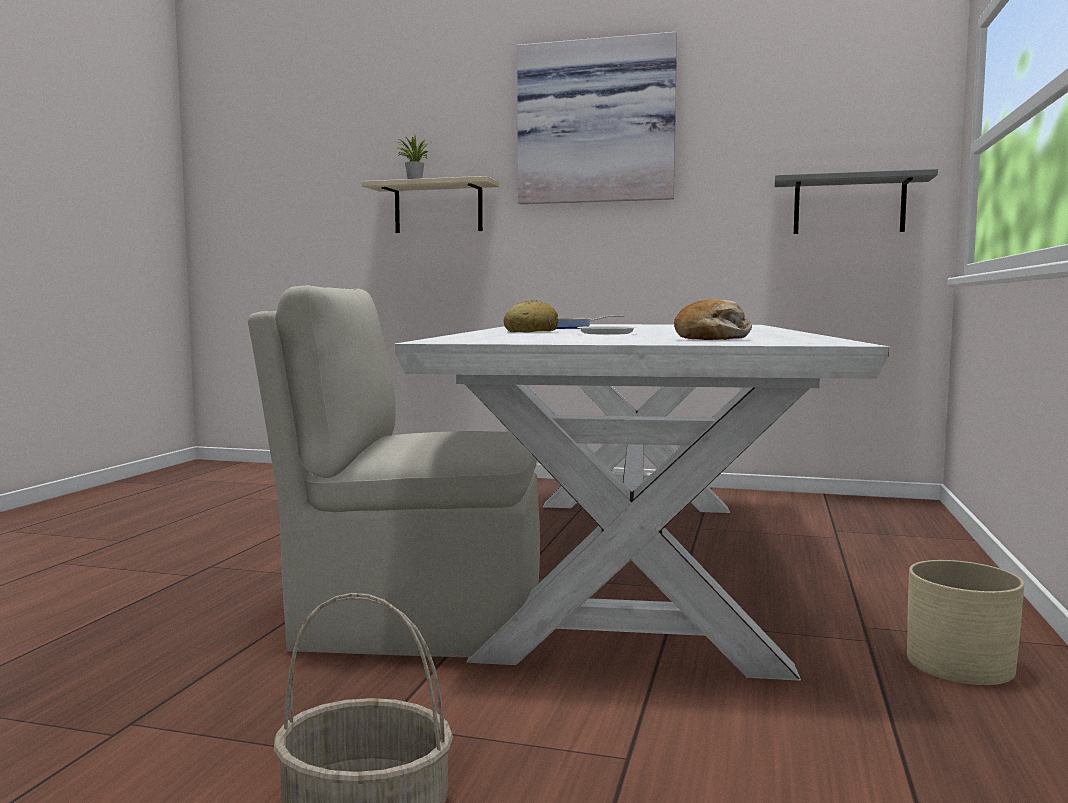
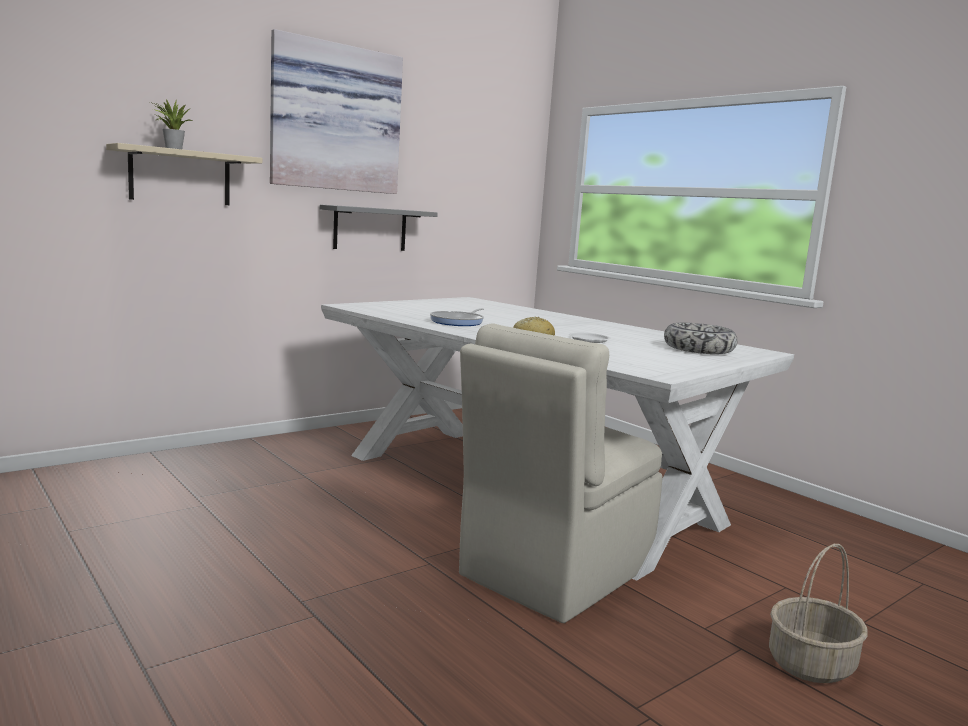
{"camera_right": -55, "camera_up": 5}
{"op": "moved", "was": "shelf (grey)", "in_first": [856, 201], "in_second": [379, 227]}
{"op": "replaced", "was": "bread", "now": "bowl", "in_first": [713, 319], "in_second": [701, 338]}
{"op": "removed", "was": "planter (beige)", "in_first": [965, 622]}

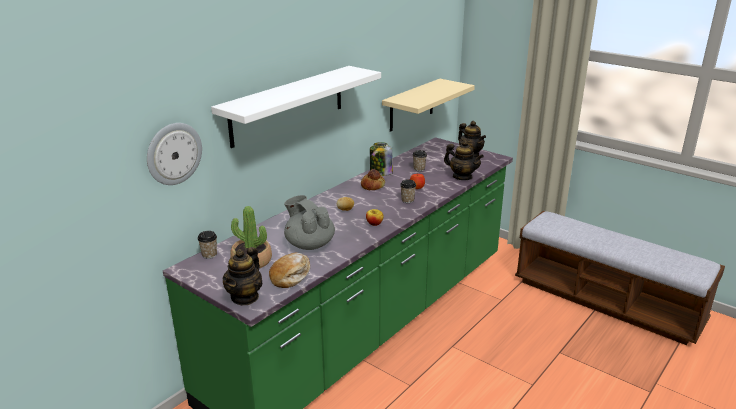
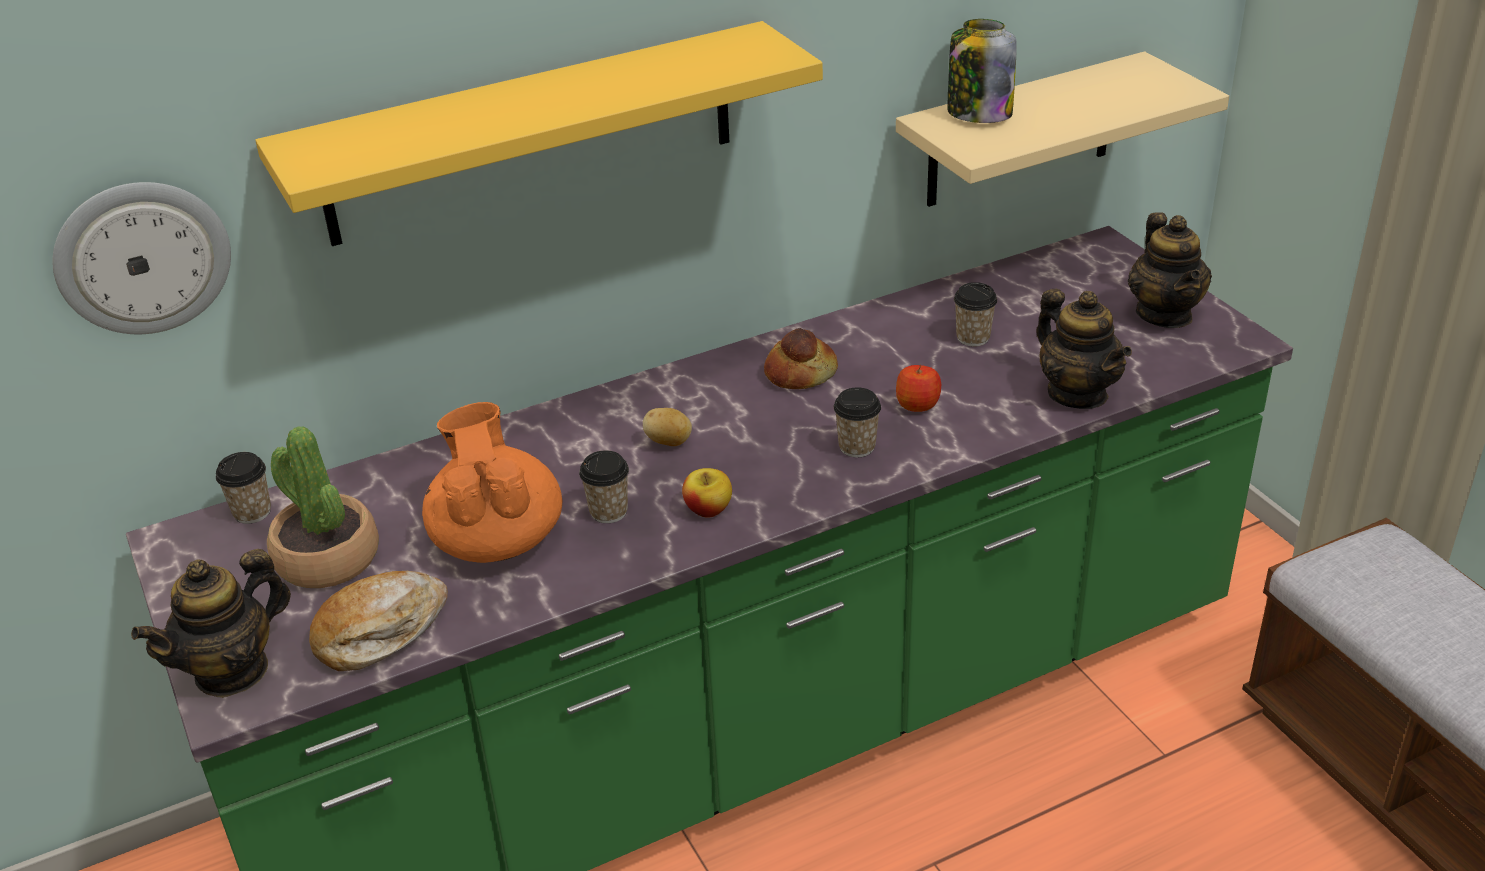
{"camera_right": 25, "camera_up": 10}
{"op": "recoloured", "was": "shelf (white)", "now": "shelf (yellow)", "in_first": [296, 107], "in_second": [539, 133]}
{"op": "recoloured", "was": "teapot (grey)", "now": "teapot (orange)", "in_first": [309, 222], "in_second": [492, 482]}
{"op": "added", "now": "cup", "in_second": [604, 486]}
{"op": "moved", "was": "jar", "in_first": [381, 159], "in_second": [982, 71]}

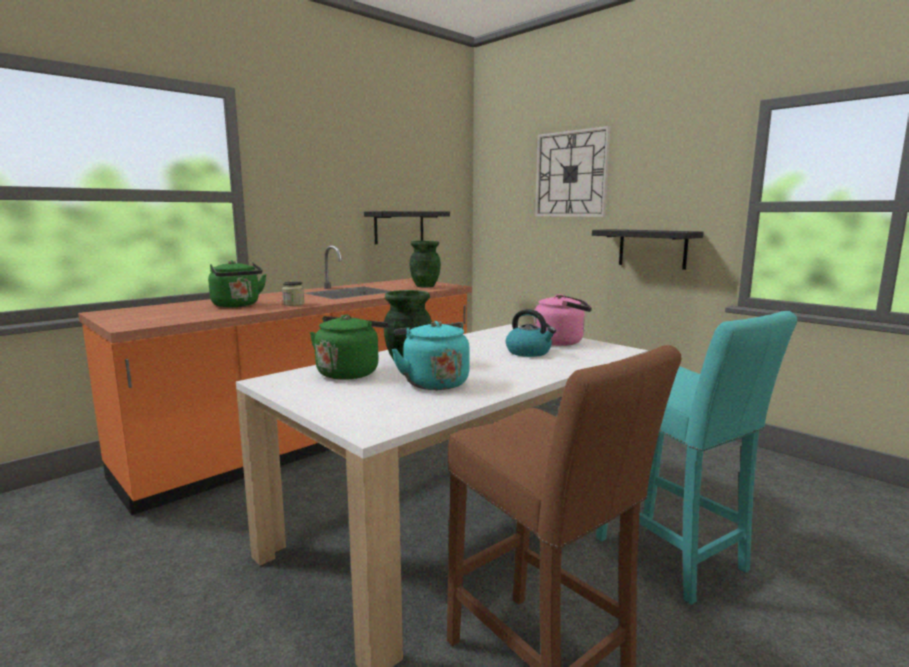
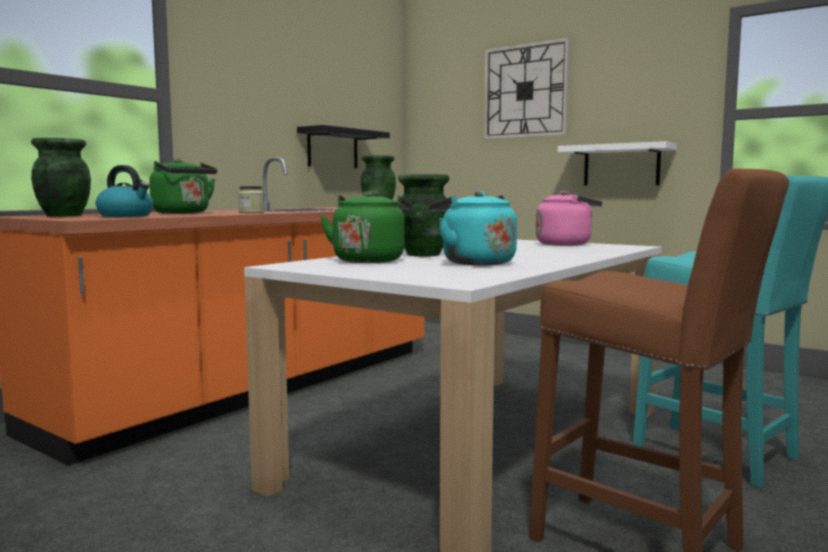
{"camera_right": -10, "camera_up": -5}
{"op": "added", "now": "vase (green)", "in_second": [61, 177]}
{"op": "moved", "was": "kettle", "in_first": [531, 333], "in_second": [124, 191]}
{"op": "recoloured", "was": "shelf (black)", "now": "shelf (white)", "in_first": [648, 249], "in_second": [617, 163]}

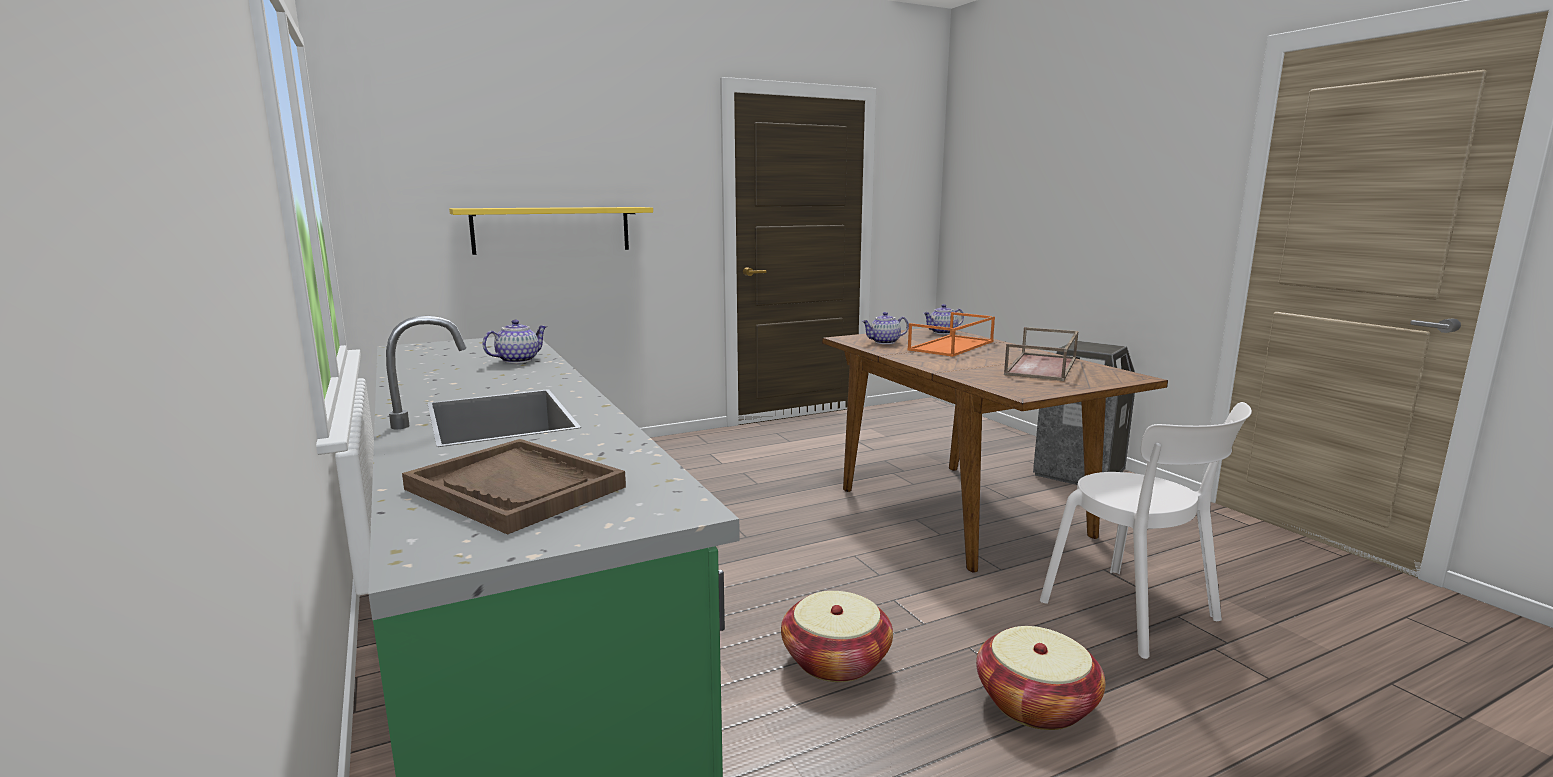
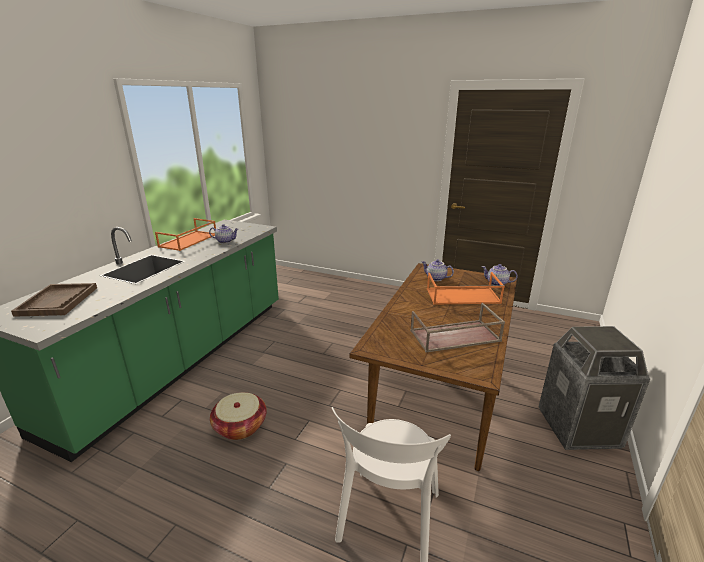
{"camera_right": 50, "camera_up": 10}
{"op": "added", "now": "tray (orange)", "in_second": [185, 234]}
{"op": "removed", "was": "shelf (yellow)", "in_first": [551, 231]}
{"op": "removed", "was": "basket", "in_first": [1041, 678]}

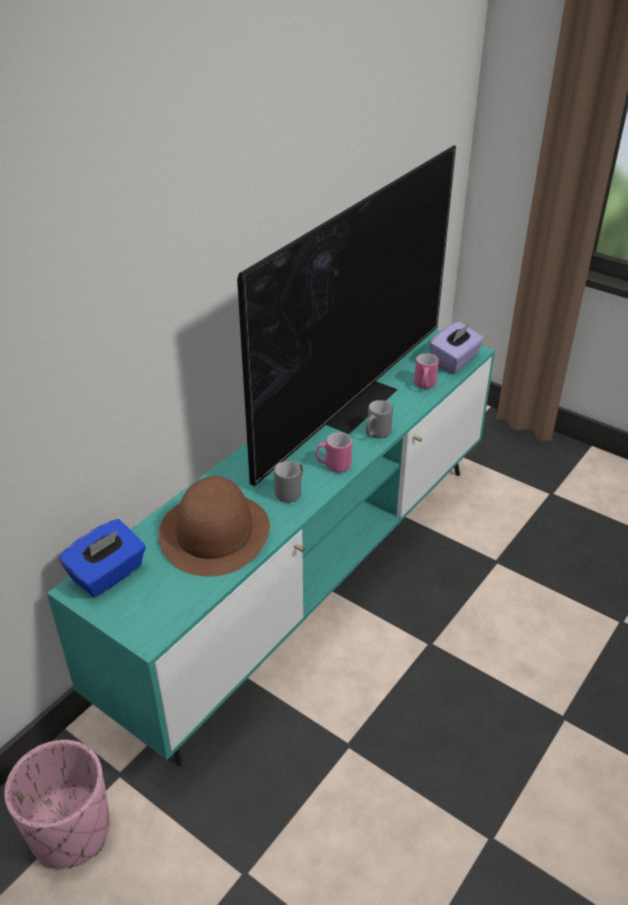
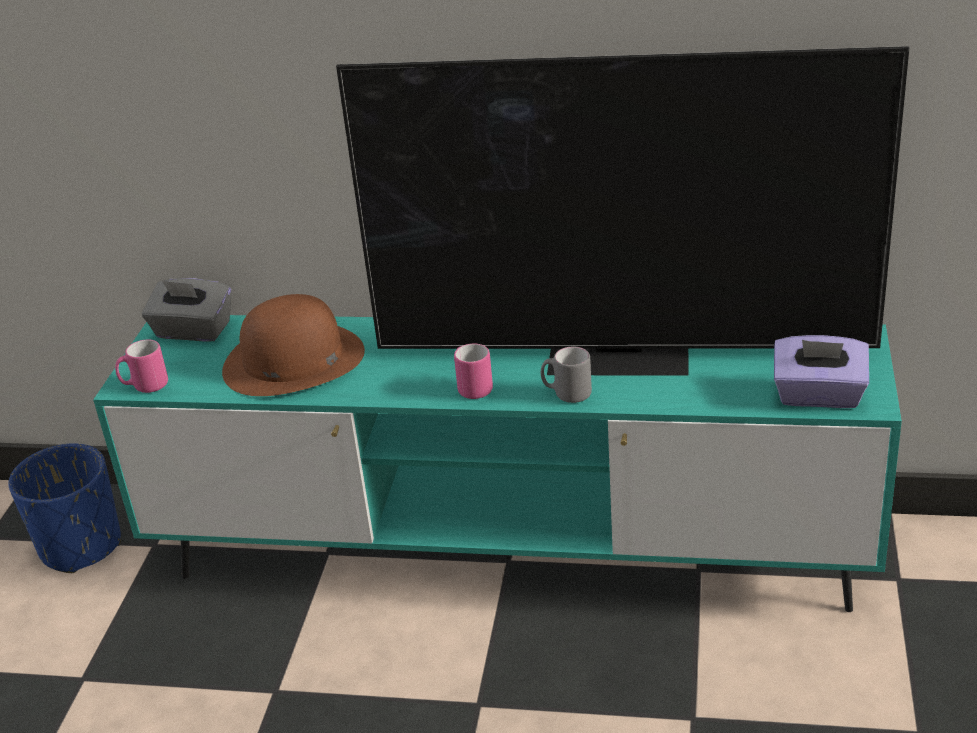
{"camera_right": 65, "camera_up": -5}
{"op": "recoloured", "was": "planter (pink)", "now": "planter (blue)", "in_first": [57, 804], "in_second": [64, 508]}
{"op": "moved", "was": "mug (pink)", "in_first": [426, 371], "in_second": [141, 366]}
{"op": "recoloured", "was": "tissue box (blue)", "now": "tissue box (grey)", "in_first": [102, 558], "in_second": [186, 310]}
{"op": "removed", "was": "mug (grey)", "in_first": [288, 482]}

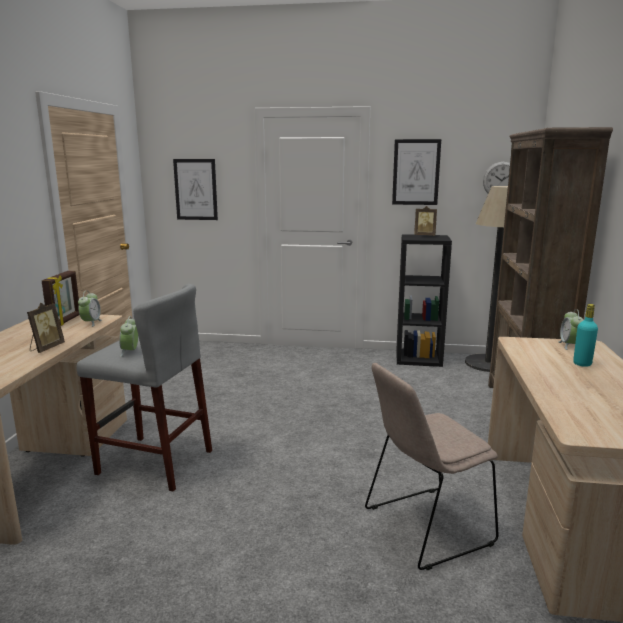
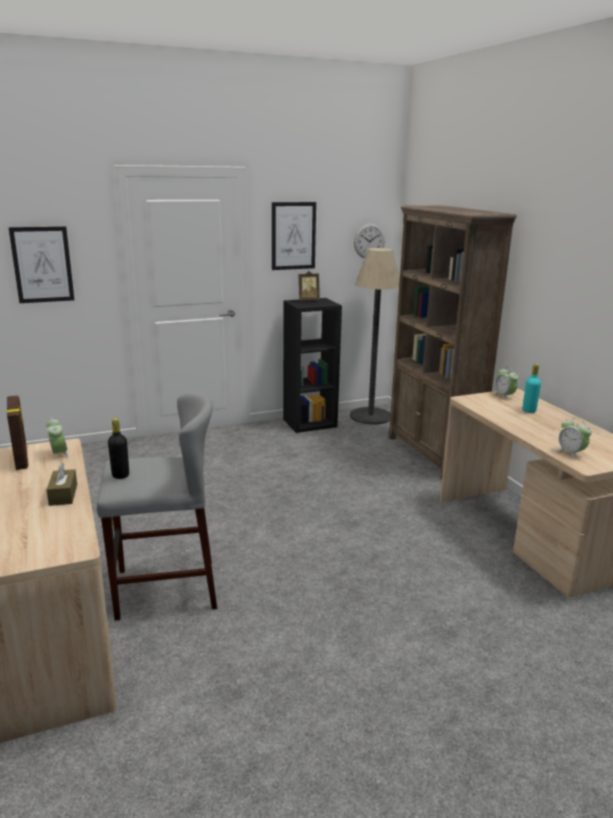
{"camera_right": -30, "camera_up": 5}
{"op": "replaced", "was": "picture frame", "now": "tissue box (brown)", "in_first": [46, 328], "in_second": [62, 484]}
{"op": "added", "now": "bottle (black)", "in_second": [118, 448]}
{"op": "moved", "was": "alarm clock", "in_first": [128, 336], "in_second": [574, 438]}
{"op": "removed", "was": "chair (beige)", "in_first": [432, 466]}

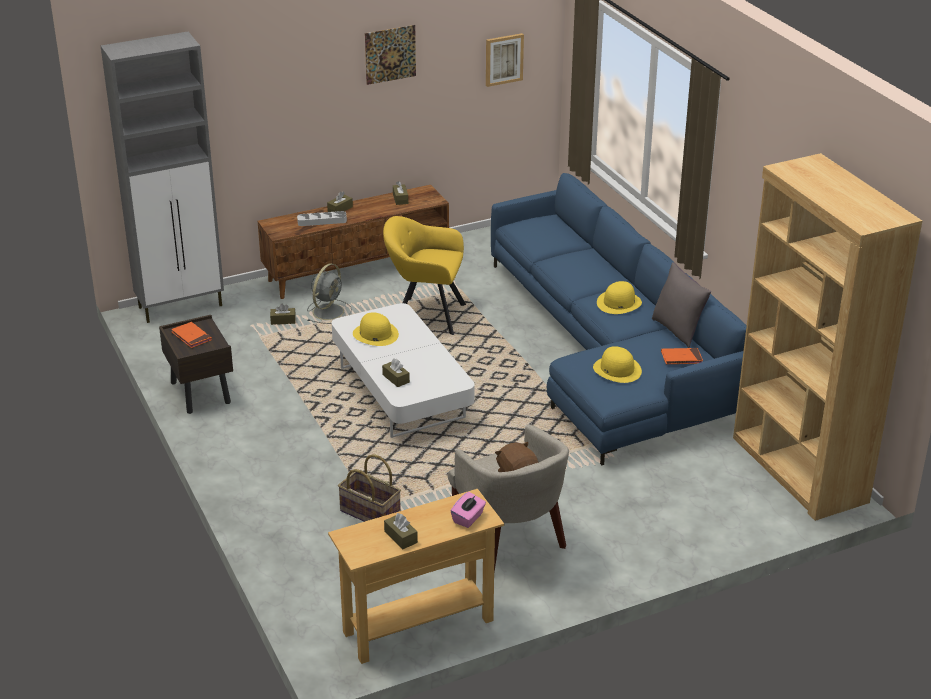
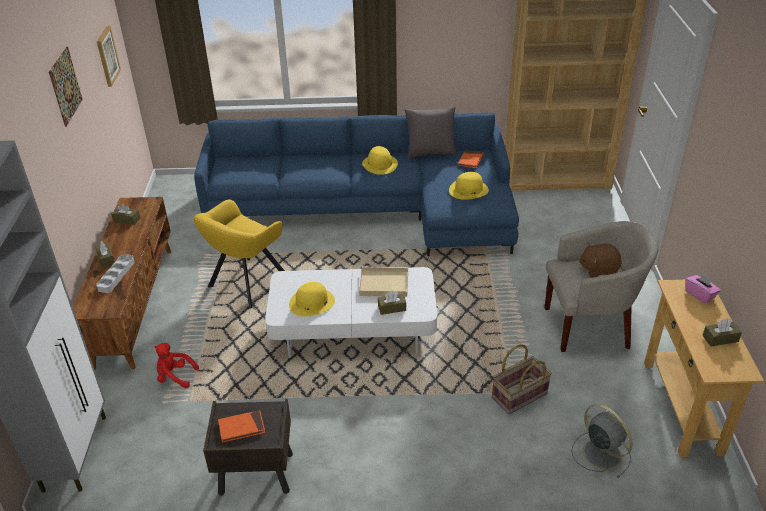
{"camera_right": -65, "camera_up": 5}
{"op": "replaced", "was": "tissue box (brown)", "now": "plush toy (red)", "in_first": [283, 314], "in_second": [177, 366]}
{"op": "added", "now": "tray (beige)", "in_second": [383, 281]}
{"op": "moved", "was": "fan (grey)", "in_first": [329, 293], "in_second": [602, 441]}

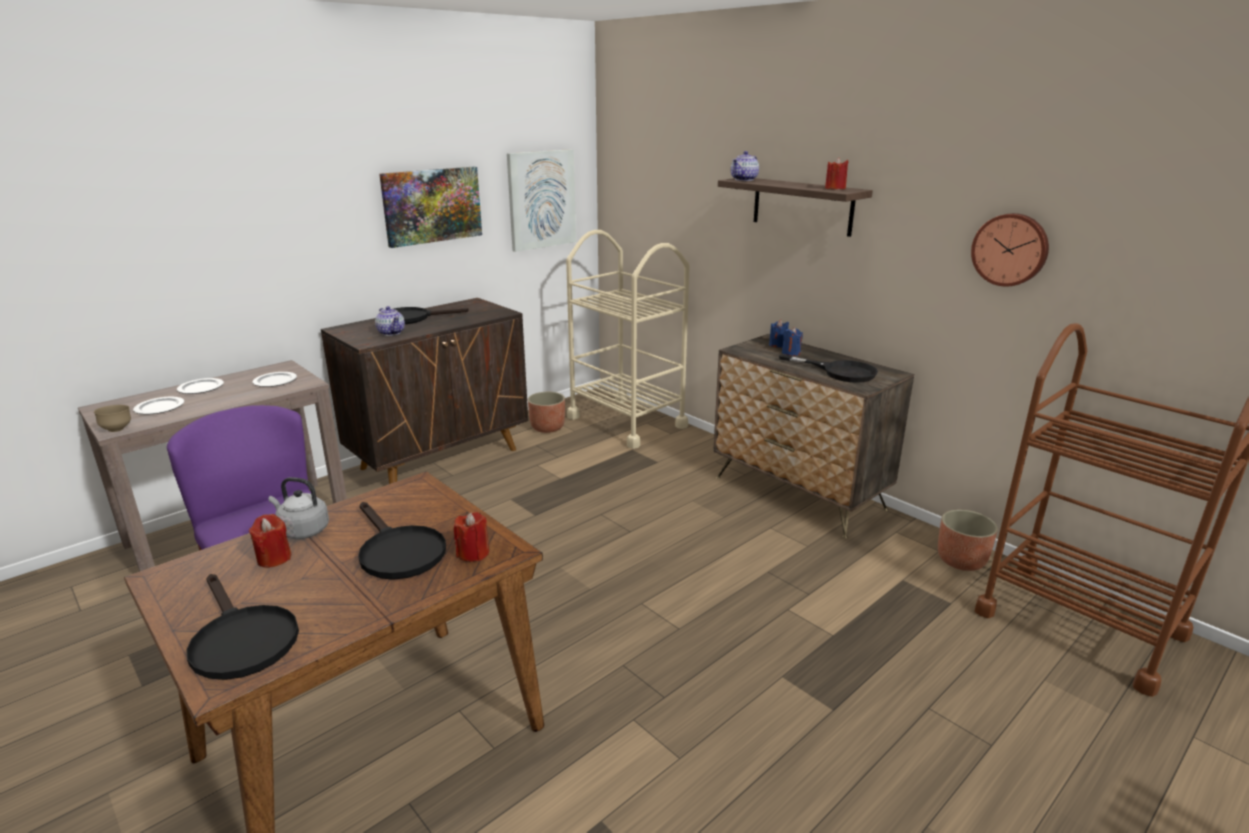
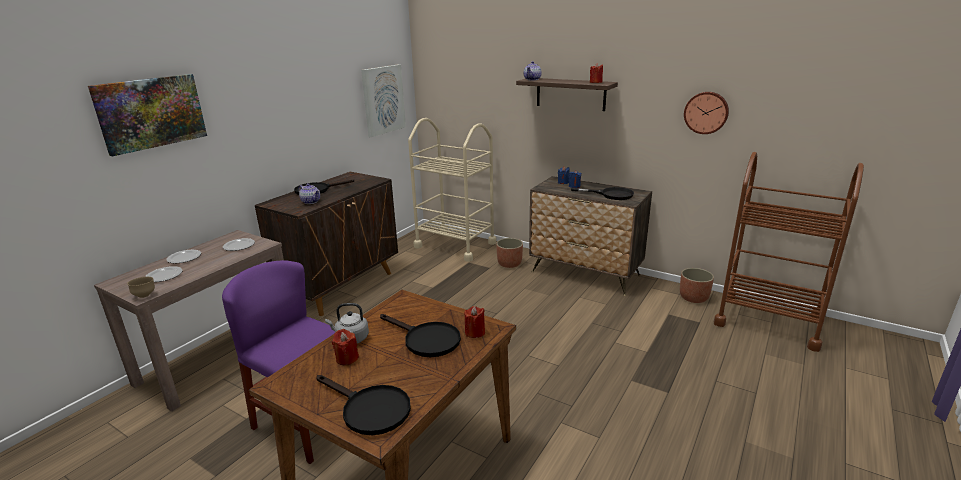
{"camera_right": -15, "camera_up": 0}
{"op": "moved", "was": "picture", "in_first": [430, 207], "in_second": [147, 115]}
{"op": "moved", "was": "planter", "in_first": [546, 412], "in_second": [509, 253]}

